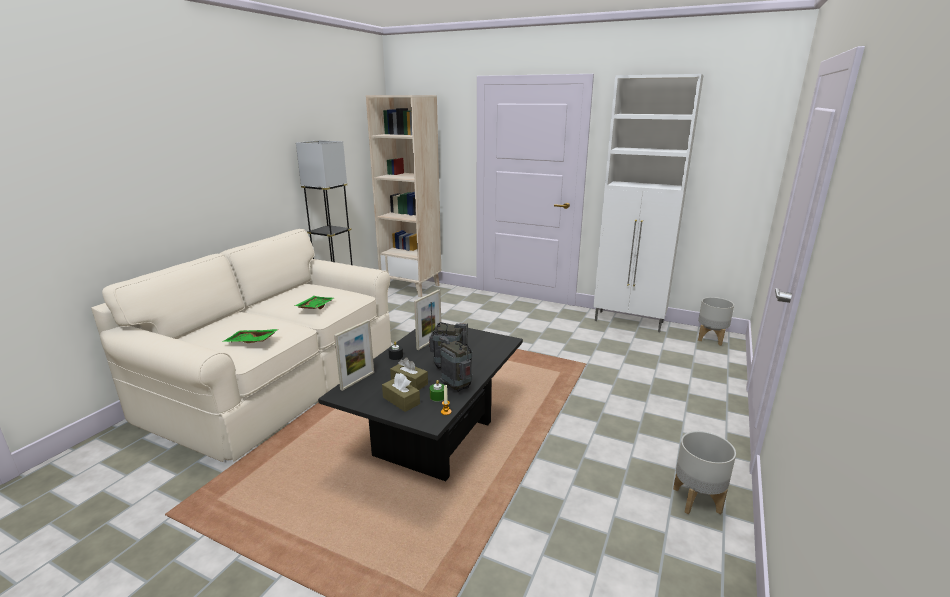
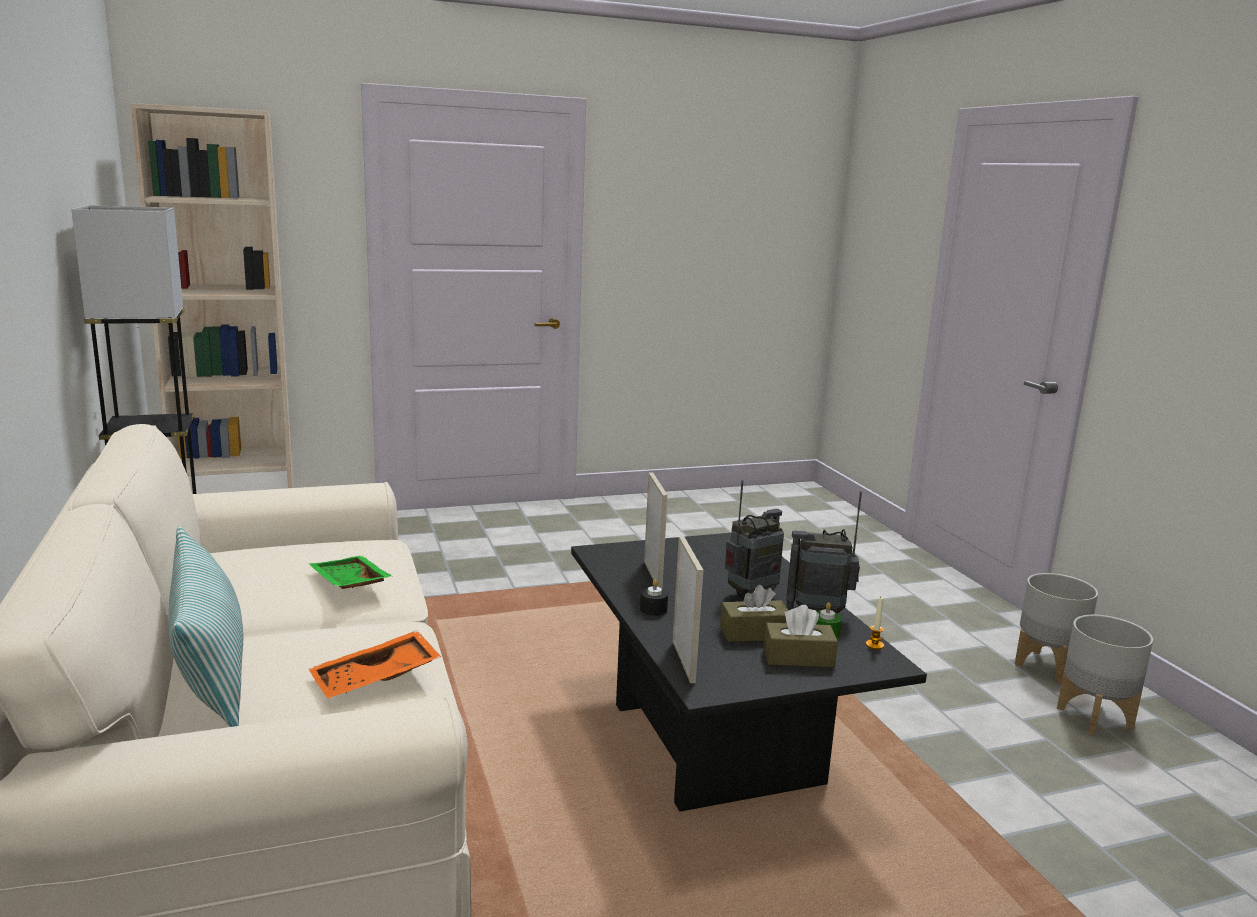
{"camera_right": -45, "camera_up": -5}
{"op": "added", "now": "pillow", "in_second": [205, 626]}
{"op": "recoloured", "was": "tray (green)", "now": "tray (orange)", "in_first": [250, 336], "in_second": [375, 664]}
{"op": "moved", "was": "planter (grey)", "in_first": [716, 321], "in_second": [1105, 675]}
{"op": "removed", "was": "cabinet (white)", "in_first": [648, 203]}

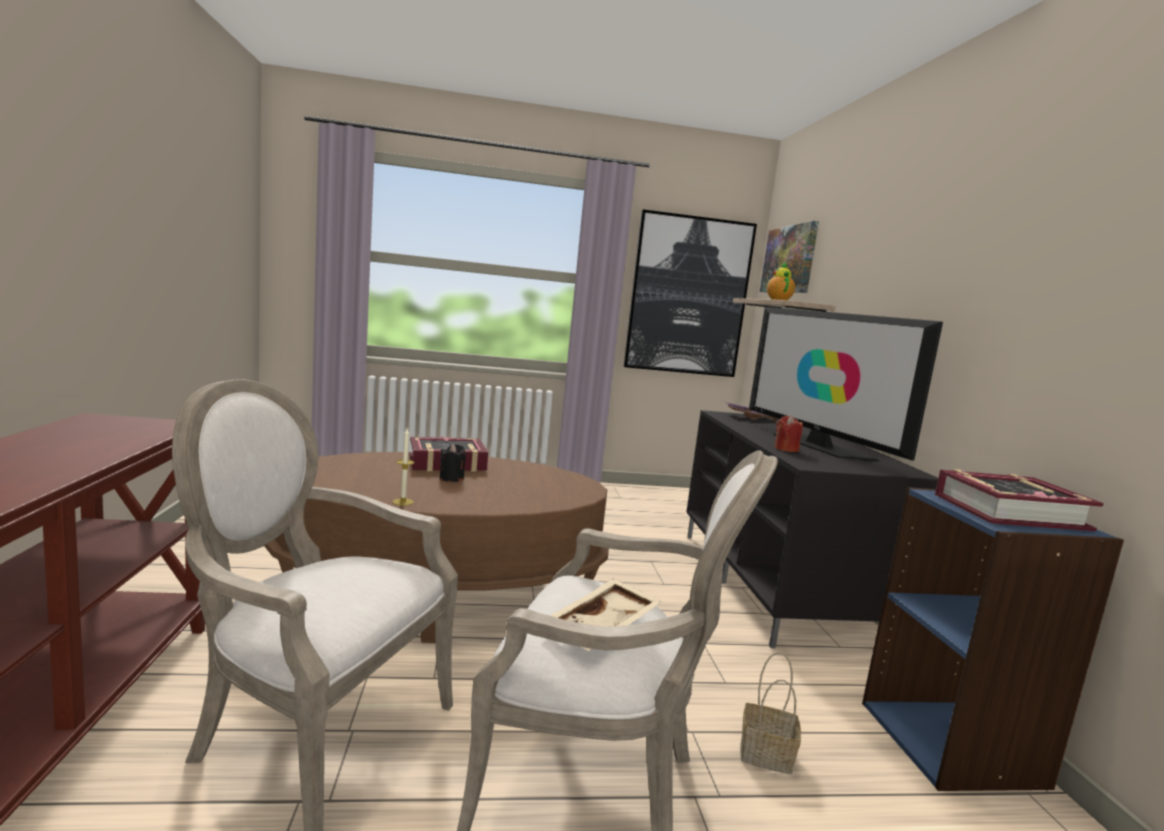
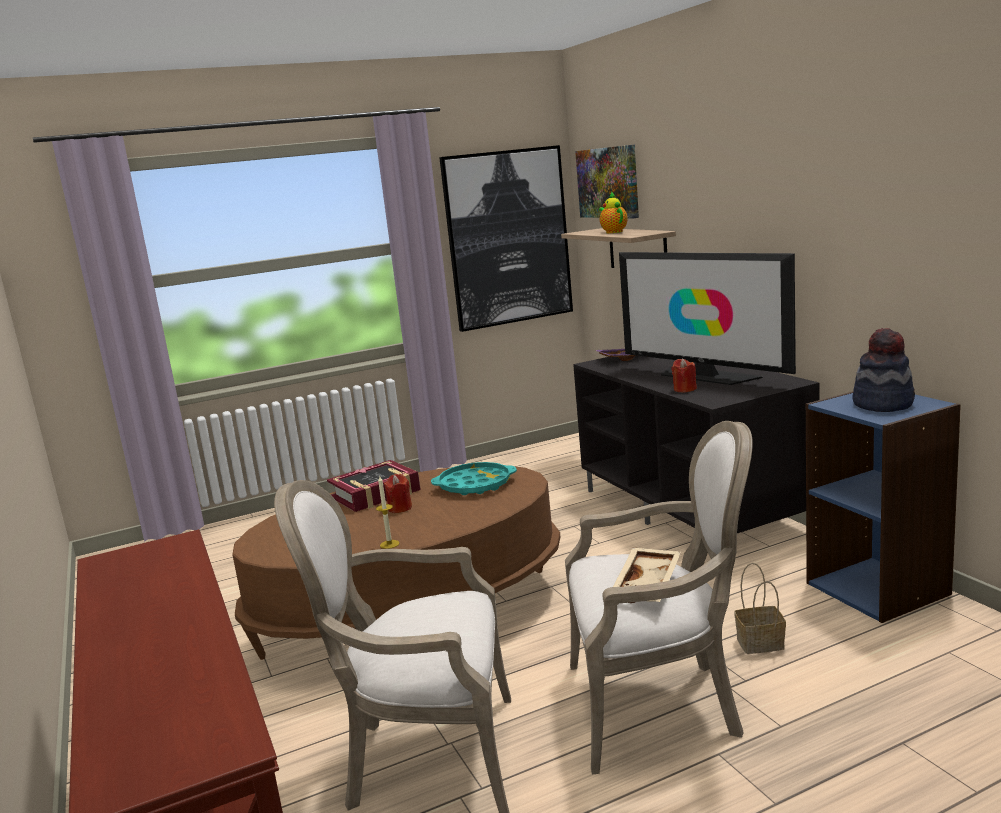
{"camera_right": -15, "camera_up": 5}
{"op": "recoloured", "was": "candle (black)", "now": "candle (red)", "in_first": [453, 463], "in_second": [398, 493]}
{"op": "added", "now": "tray (turquoise)", "in_second": [474, 478]}
{"op": "replaced", "was": "book", "now": "hat", "in_first": [1019, 500], "in_second": [883, 370]}

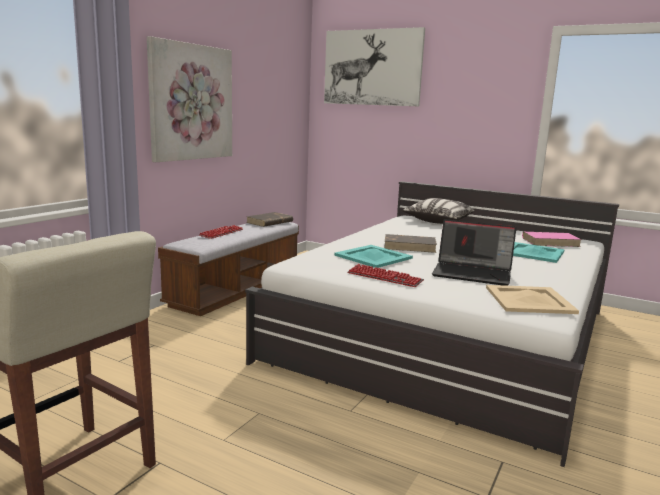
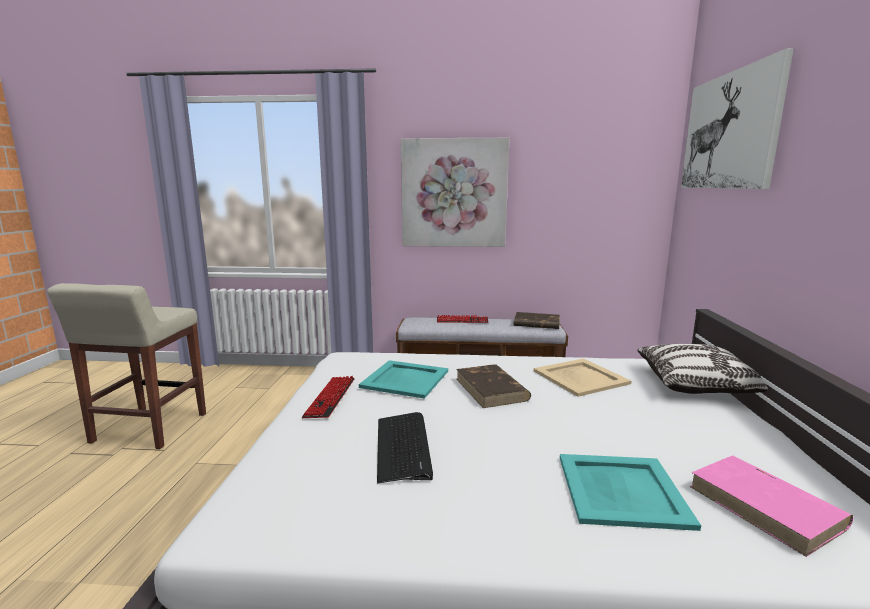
{"camera_right": 65, "camera_up": 0}
{"op": "replaced", "was": "laptop", "now": "keyboard", "in_first": [474, 252], "in_second": [405, 447]}
{"op": "moved", "was": "tray (beige)", "in_first": [532, 299], "in_second": [583, 377]}

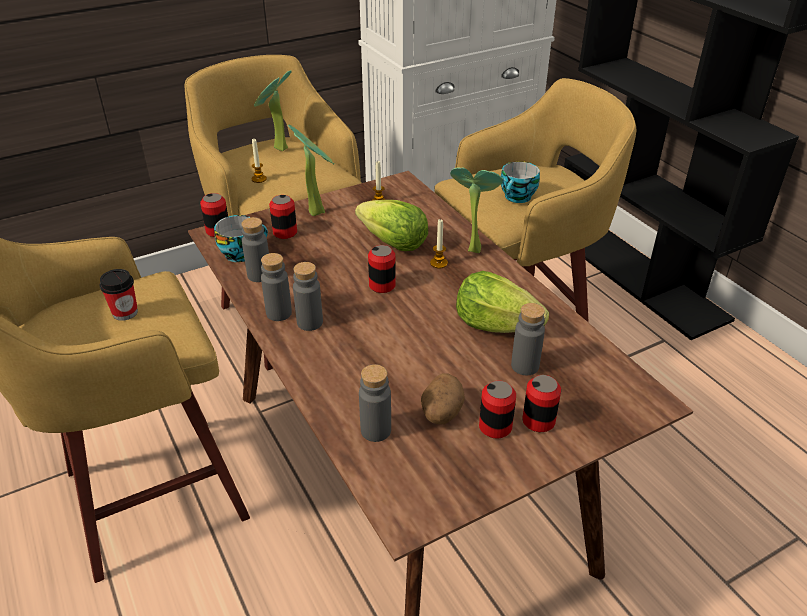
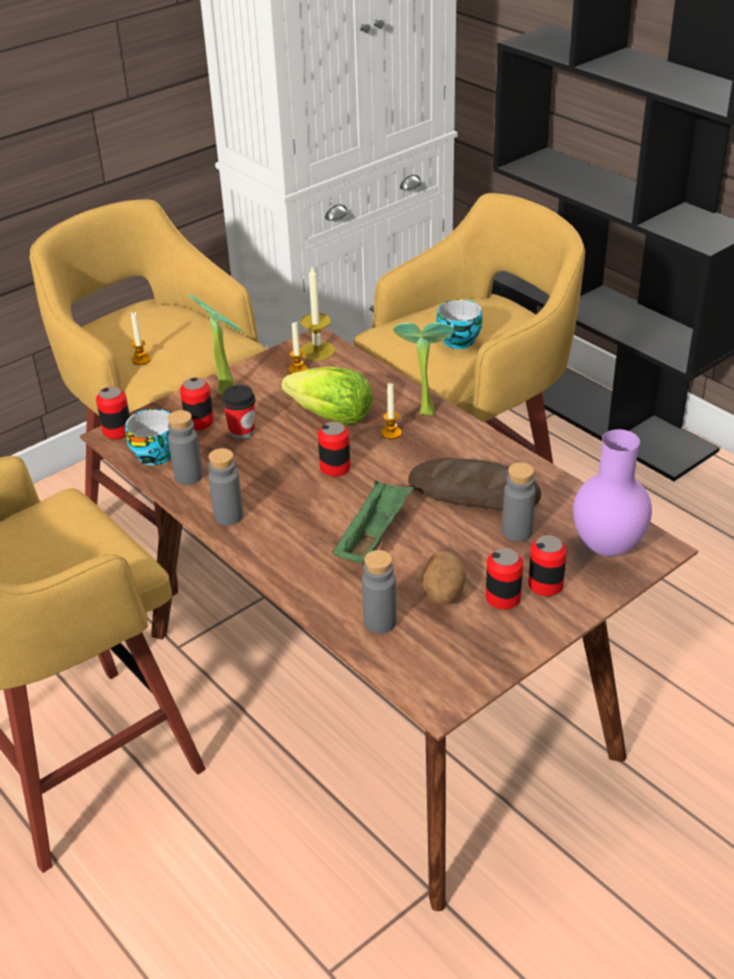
{"camera_right": -10, "camera_up": 0}
{"op": "moved", "was": "cup", "in_first": [118, 295], "in_second": [239, 412]}
{"op": "added", "now": "candle", "in_second": [317, 314]}
{"op": "added", "now": "tray (green)", "in_second": [373, 522]}
{"op": "replaced", "was": "lettuce", "now": "bread", "in_first": [502, 302], "in_second": [474, 484]}
{"op": "added", "now": "vase (purple)", "in_second": [612, 492]}
{"op": "removed", "was": "potted plant", "in_first": [273, 110]}
{"op": "removed", "was": "bottle (grey)", "in_first": [308, 296]}

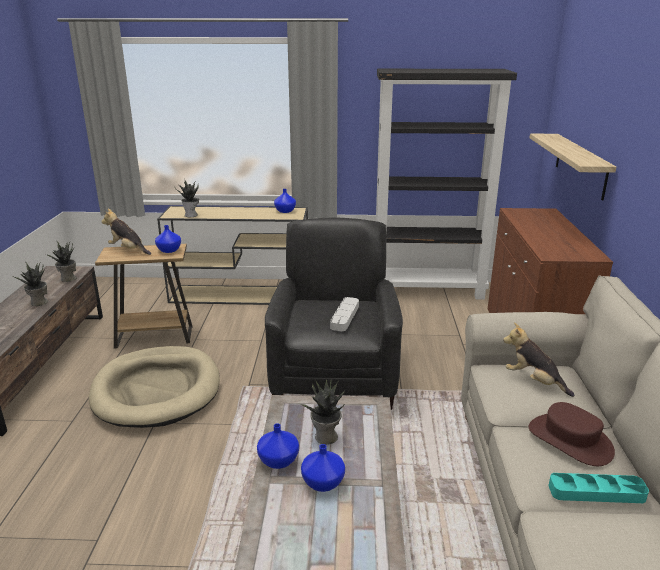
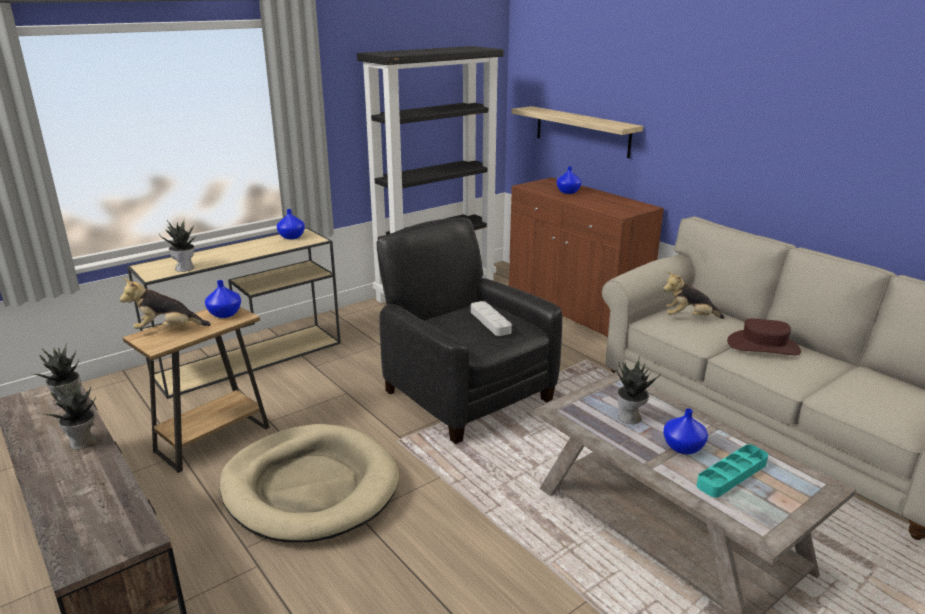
{"camera_right": -40, "camera_up": 0}
{"op": "moved", "was": "vase (blue)", "in_first": [278, 446], "in_second": [569, 180]}
{"op": "moved", "was": "tray (turquoise)", "in_first": [599, 488], "in_second": [732, 471]}

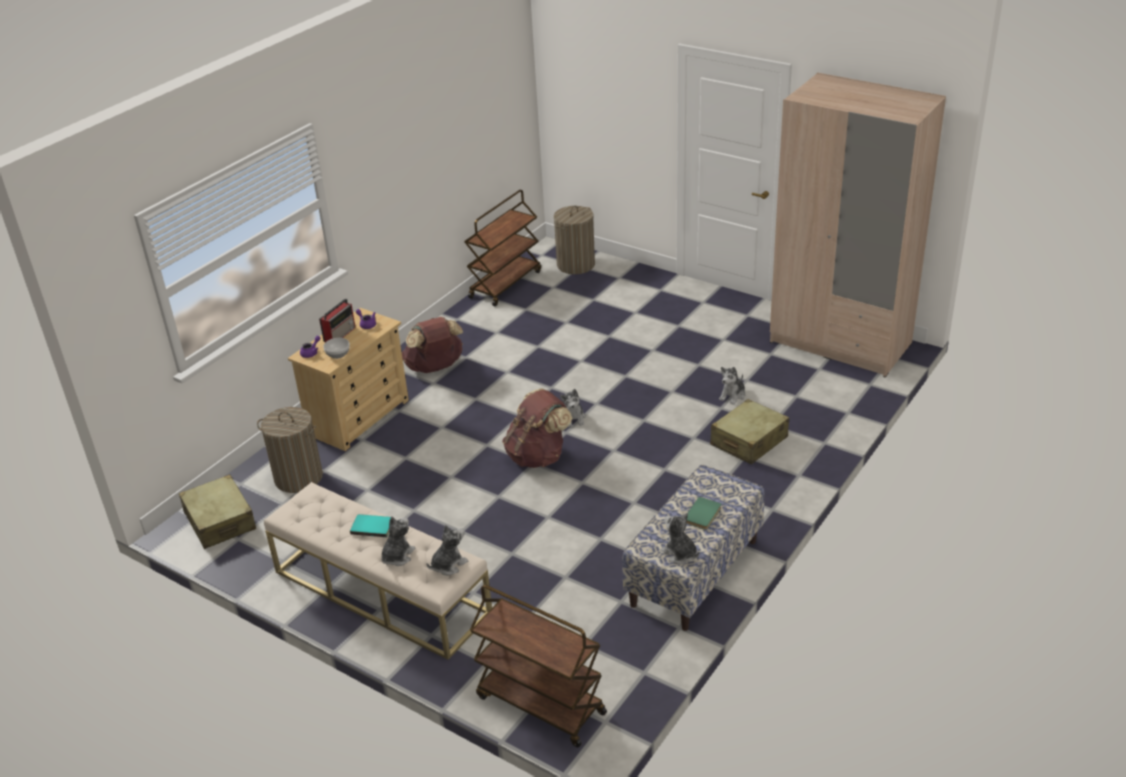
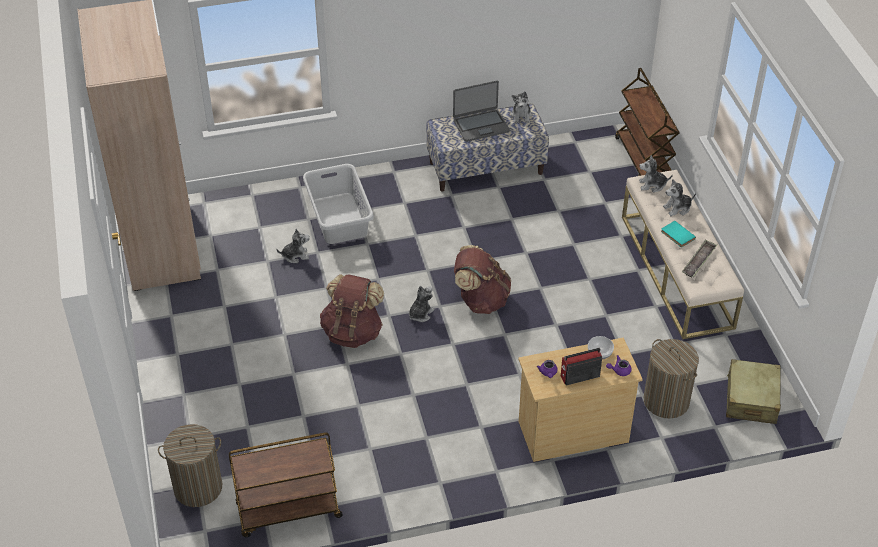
{"camera_right": -140, "camera_up": 10}
{"op": "replaced", "was": "suitcase (beige)", "now": "laundry basket (grey)", "in_first": [749, 431], "in_second": [338, 204]}
{"op": "moved", "was": "backpack (brown)", "in_first": [432, 345], "in_second": [352, 311]}
{"op": "replaced", "was": "book (green)", "now": "laptop", "in_first": [704, 513], "in_second": [481, 111]}
{"op": "added", "now": "tray", "in_second": [699, 258]}

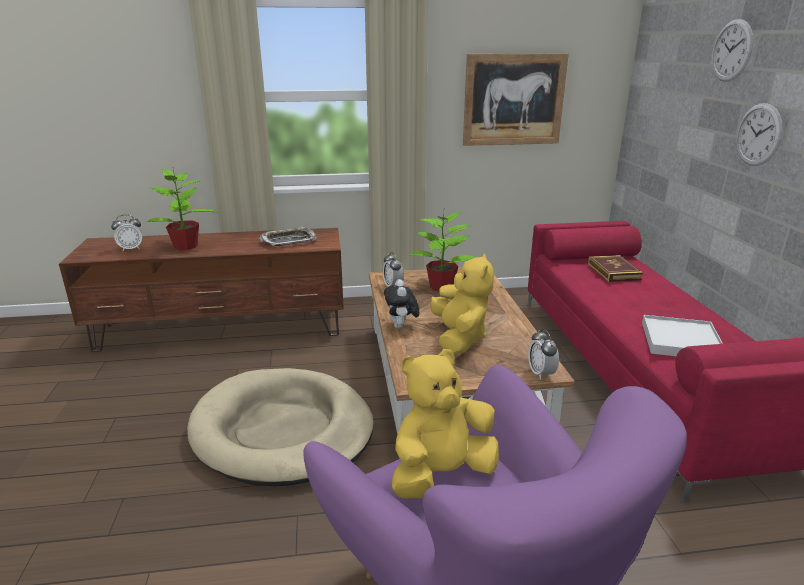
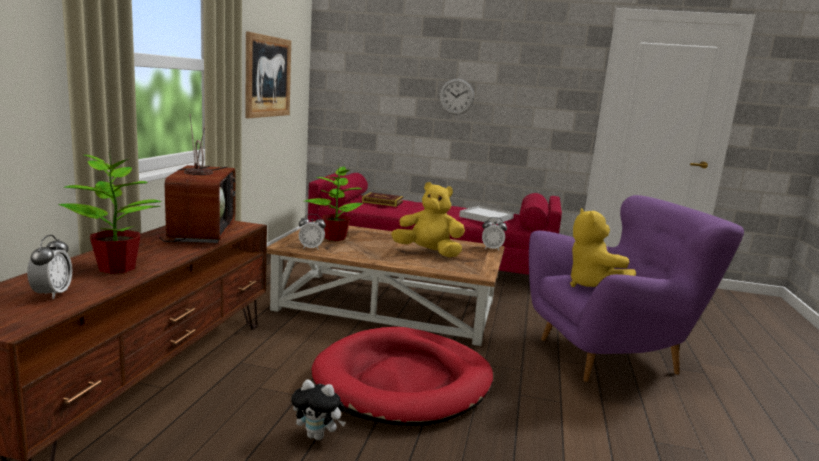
{"camera_right": -70, "camera_up": -10}
{"op": "replaced", "was": "tray", "now": "television", "in_first": [288, 236], "in_second": [196, 178]}
{"op": "moved", "was": "plush toy", "in_first": [401, 304], "in_second": [318, 409]}
{"op": "recoloured", "was": "dog bed (beige)", "now": "dog bed (red)", "in_first": [280, 427], "in_second": [402, 376]}
{"op": "removed", "was": "wall clock", "in_first": [732, 50]}

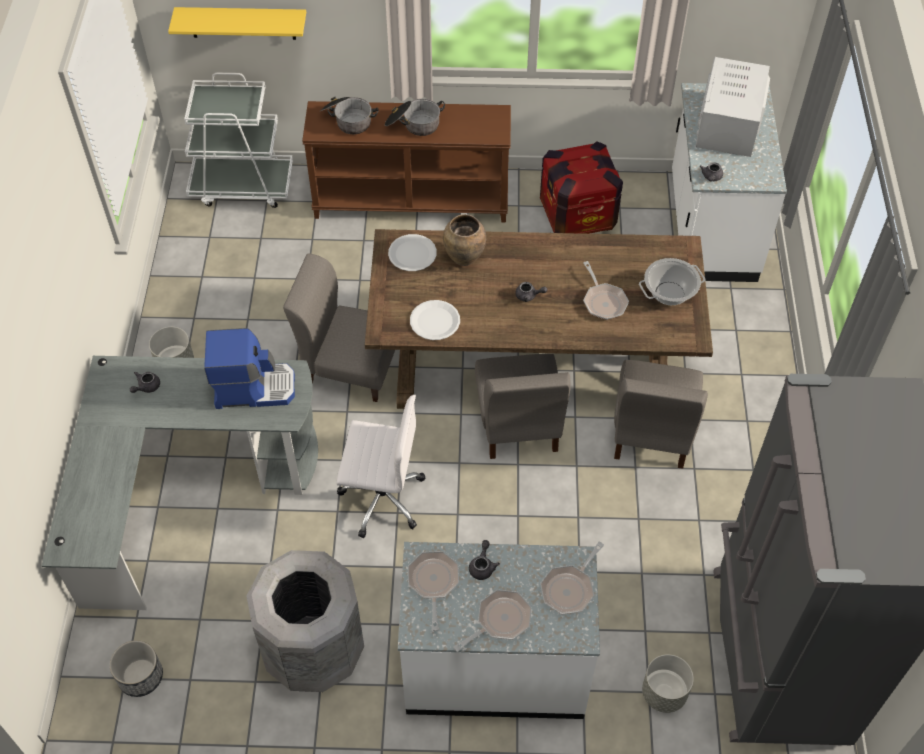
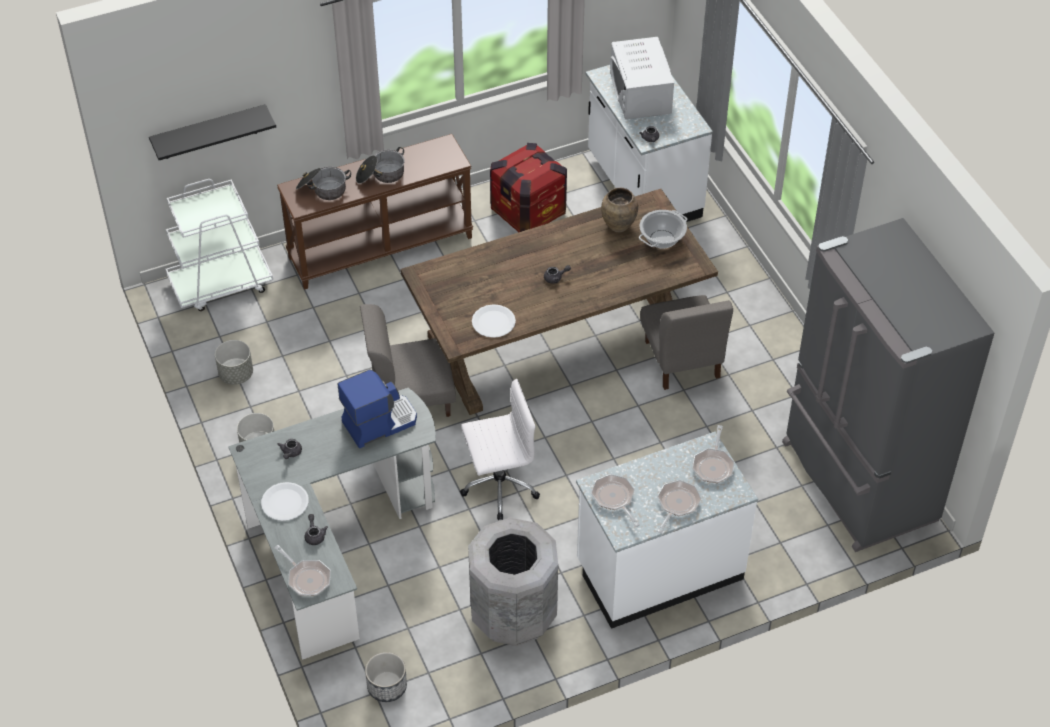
{"camera_right": -25, "camera_up": -5}
{"op": "recoloured", "was": "shelf (yellow)", "now": "shelf (black)", "in_first": [237, 23], "in_second": [212, 132]}
{"op": "moved", "was": "planter (grey)", "in_first": [668, 683], "in_second": [234, 362]}
{"op": "moved", "was": "plate (white)", "in_first": [412, 252], "in_second": [285, 501]}
{"op": "moved", "was": "frying pan", "in_first": [606, 290], "in_second": [302, 570]}
{"op": "moved", "was": "teapot (grey)", "in_first": [484, 560], "in_second": [316, 529]}
{"op": "moved", "was": "vase (brown)", "in_first": [464, 240], "in_second": [619, 209]}
{"op": "removed", "was": "chair (grey)", "in_first": [523, 406]}

